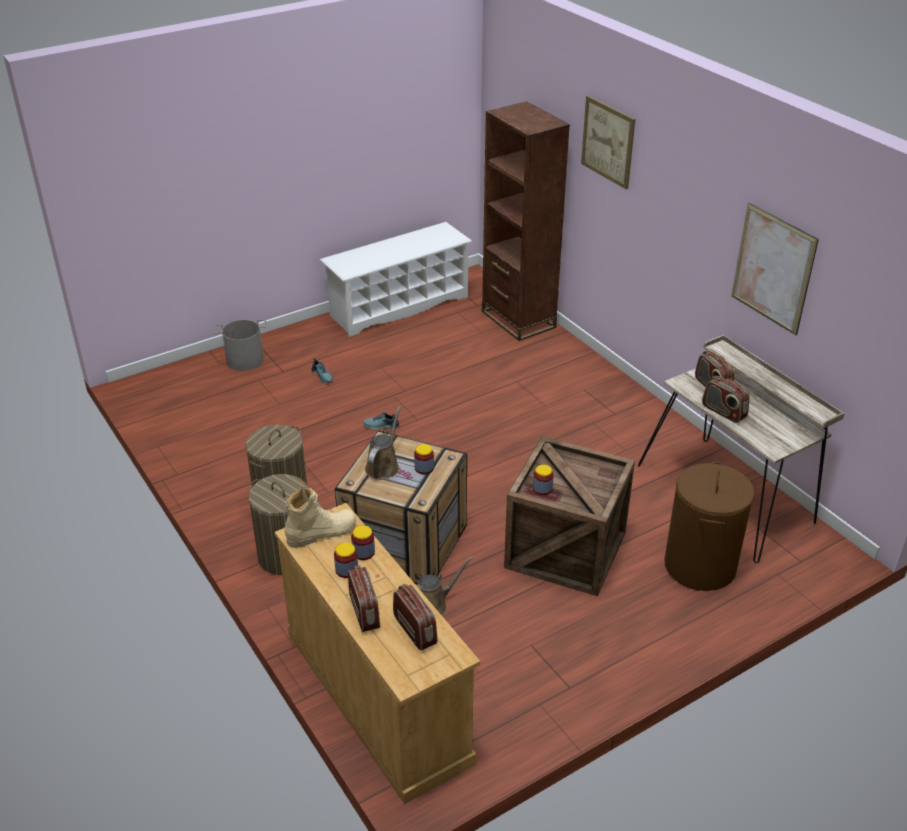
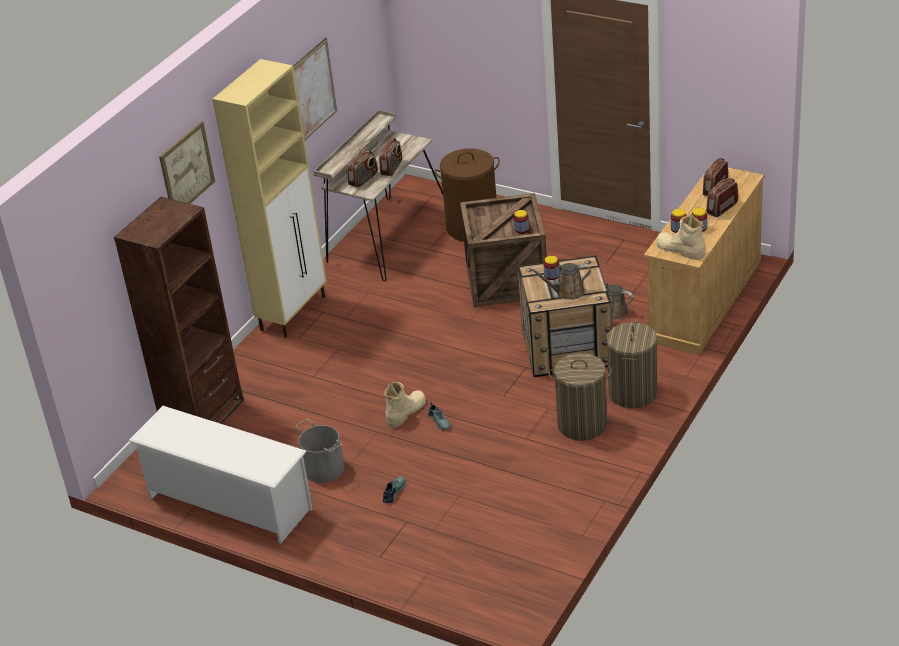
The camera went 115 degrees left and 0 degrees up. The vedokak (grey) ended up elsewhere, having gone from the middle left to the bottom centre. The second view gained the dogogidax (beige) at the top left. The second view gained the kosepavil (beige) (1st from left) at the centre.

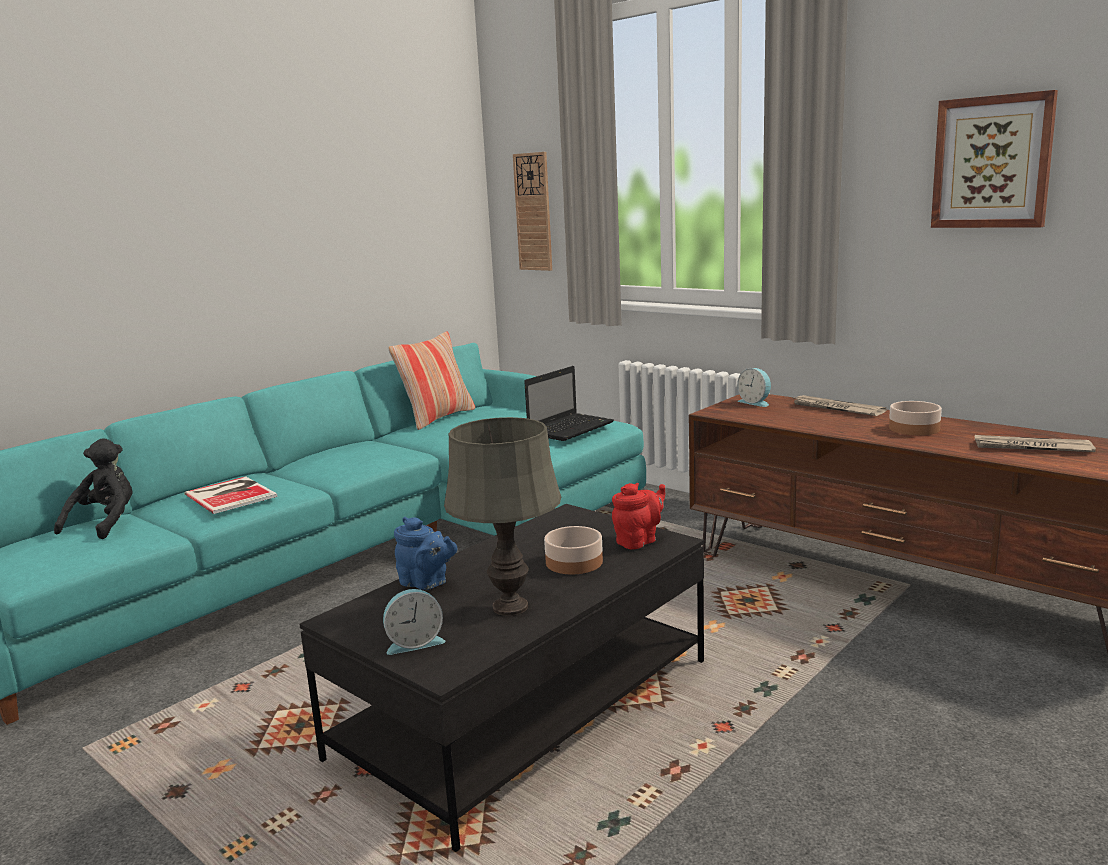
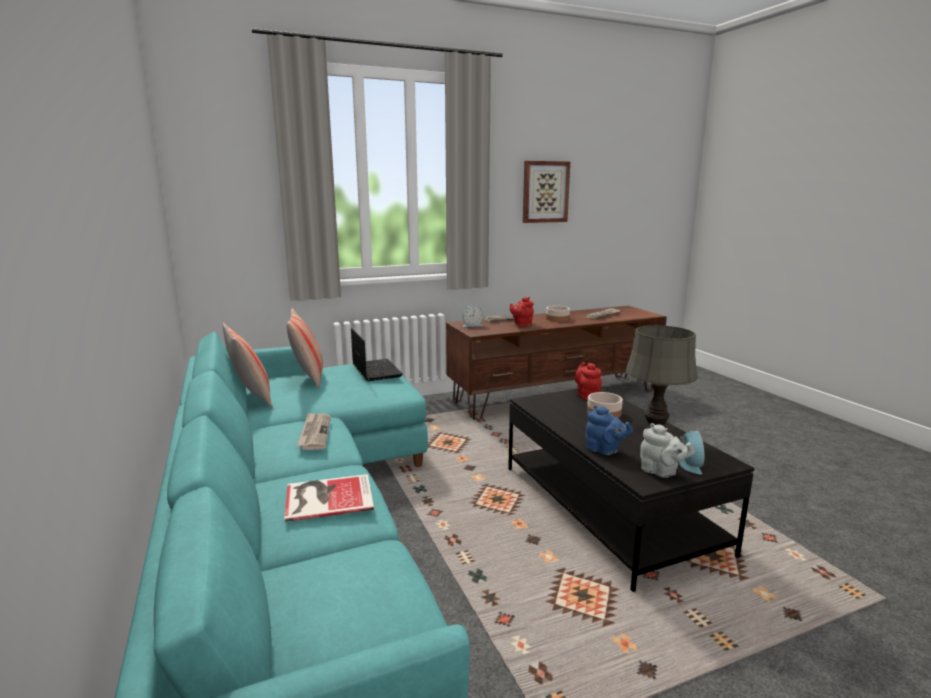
The camera went 65 degrees left and 0 degrees up. The second view lost the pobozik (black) at the middle left. The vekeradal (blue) at the centre ended up facing another way, 75 degrees clockwise from before. The second view lost the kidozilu at the top centre. The second view gained the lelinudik (2nd from left) at the middle left. The second view gained the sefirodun (1st from left) at the centre. The second view gained the vekeradal (red) (1st from left) at the centre. The second view gained the vekeradal (grey) at the middle right.

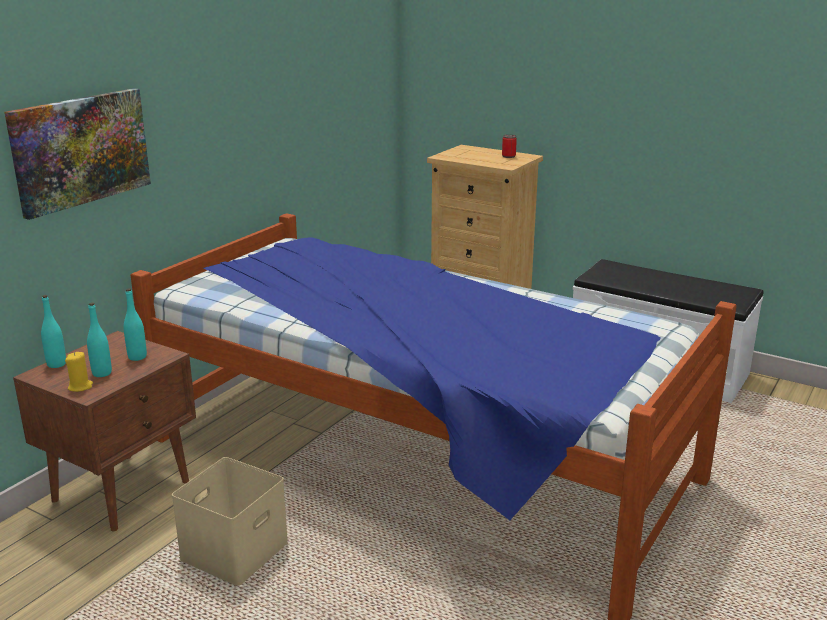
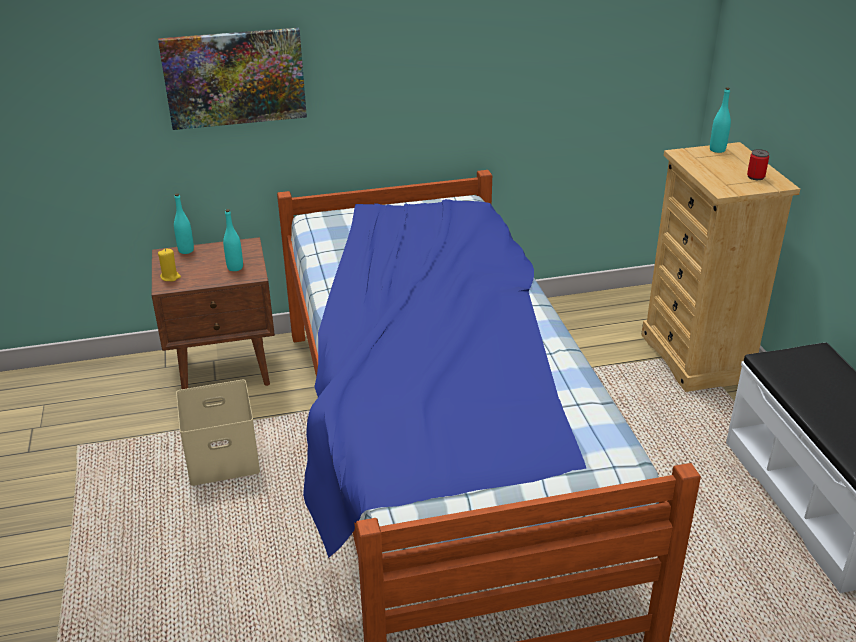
The camera went 45 degrees right and 10 degrees up. The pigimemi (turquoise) (2nd from left in the first image) ended up elsewhere, having gone from the middle left to the top right.

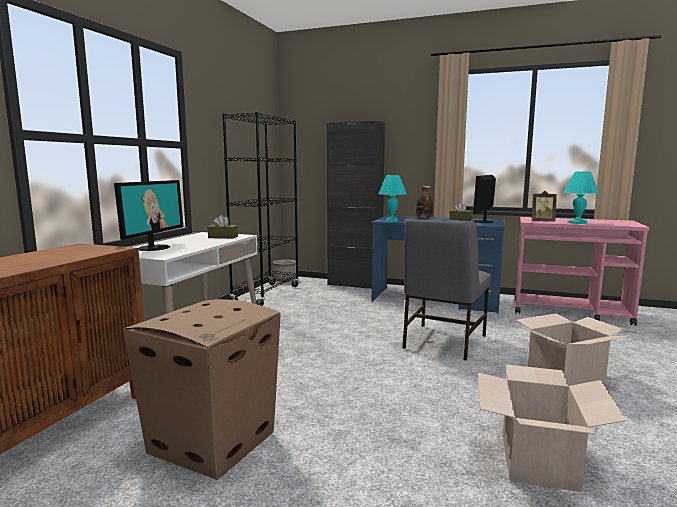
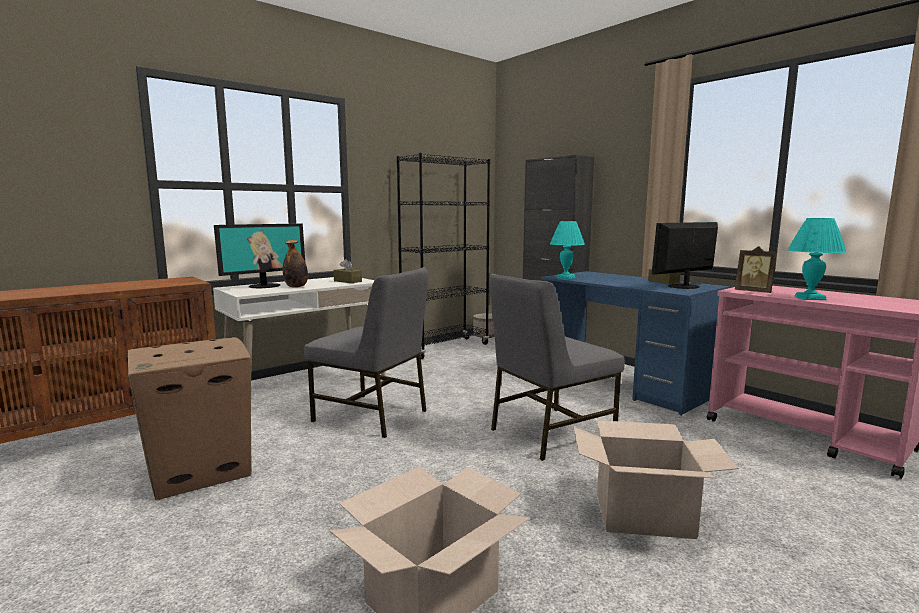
The camera went 30 degrees right and 0 degrees up. The pigimemi ended up elsewhere, having gone from the centre to the middle left. The second view gained the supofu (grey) (1st from left) at the centre.

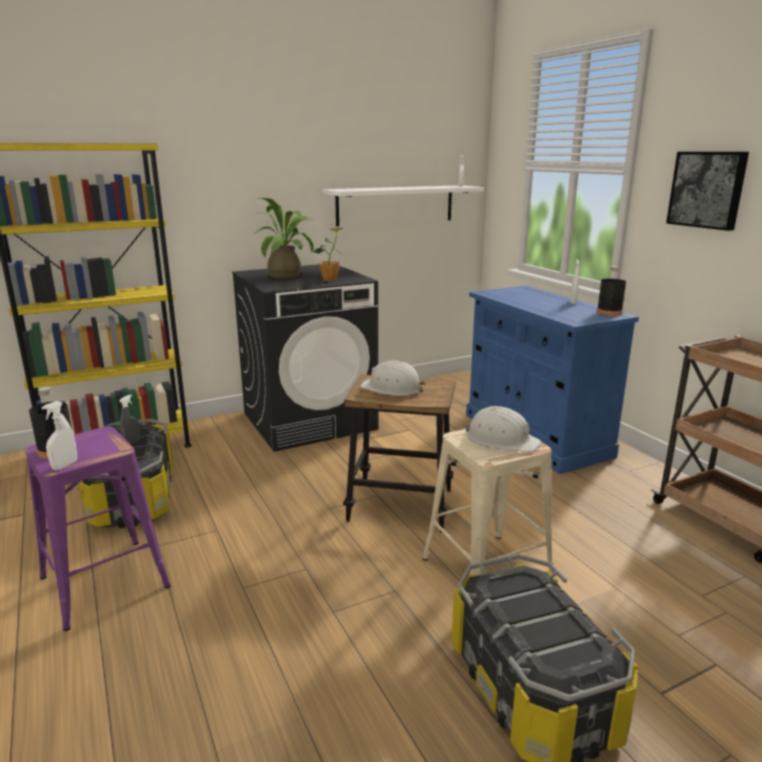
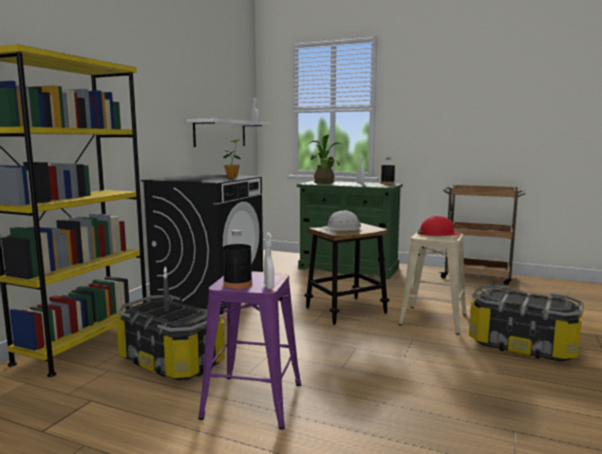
The camera went 40 degrees left and 10 degrees down. The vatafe (1st from left in the first image) ended up elsewhere, having gone from the top centre to the centre. What was the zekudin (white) (2nd from left) at the centre turned into the zekudin (red) at the middle right. What was the dogogidax (blue) at the middle right turned into the dogogidax (green) at the centre. The second view lost the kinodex at the top right.

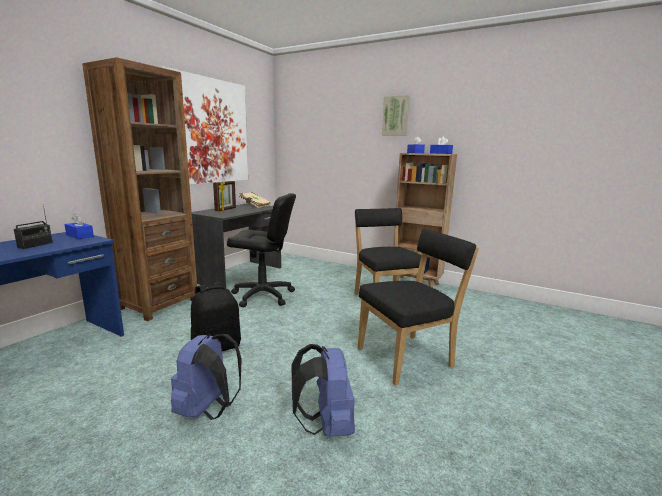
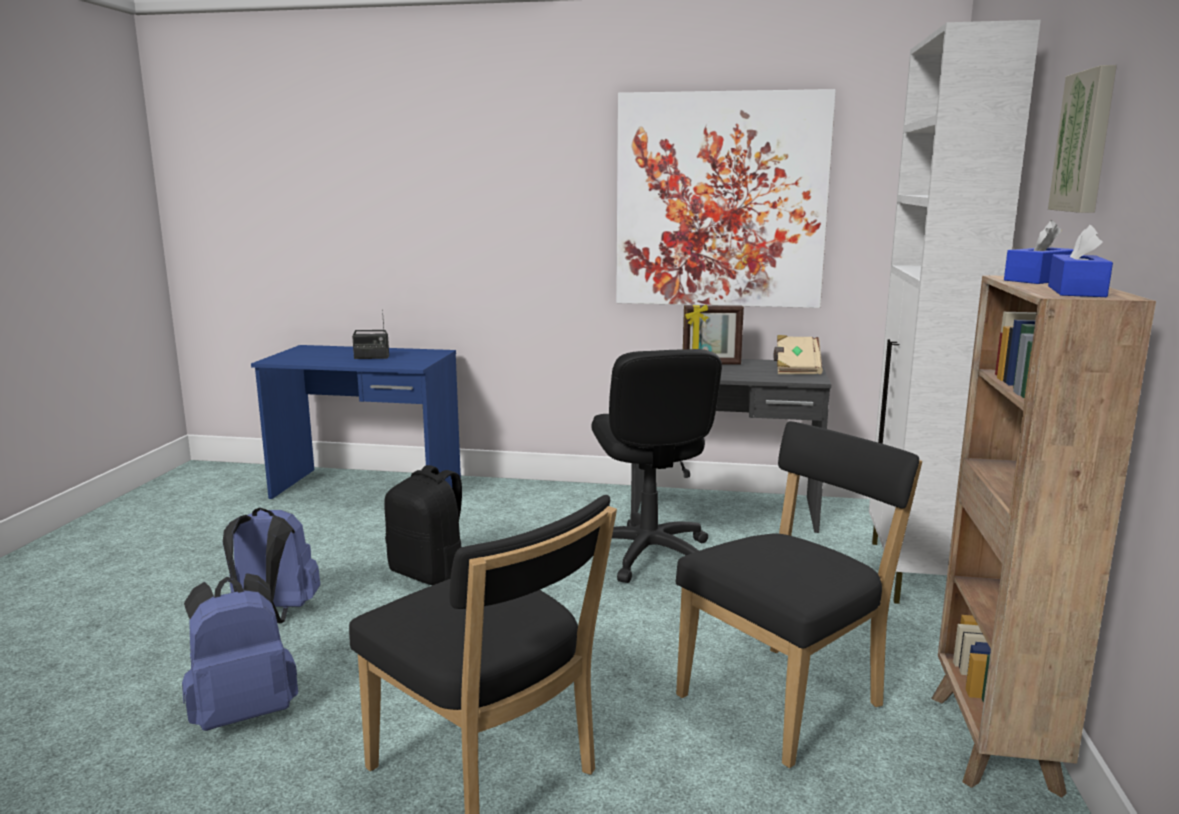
The camera went 70 degrees right and 0 degrees up. The second view lost the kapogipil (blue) (1st from left) at the middle left. The second view lost the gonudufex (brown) (1st from left) at the middle left. The second view gained the dogogidax (white) at the middle right.

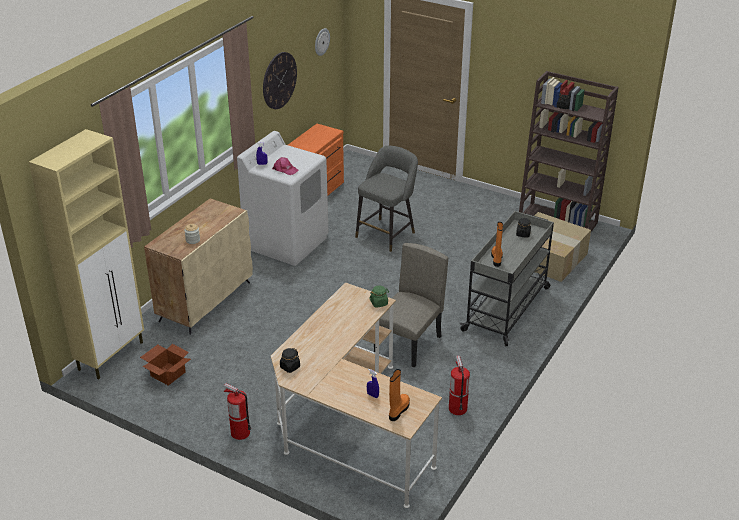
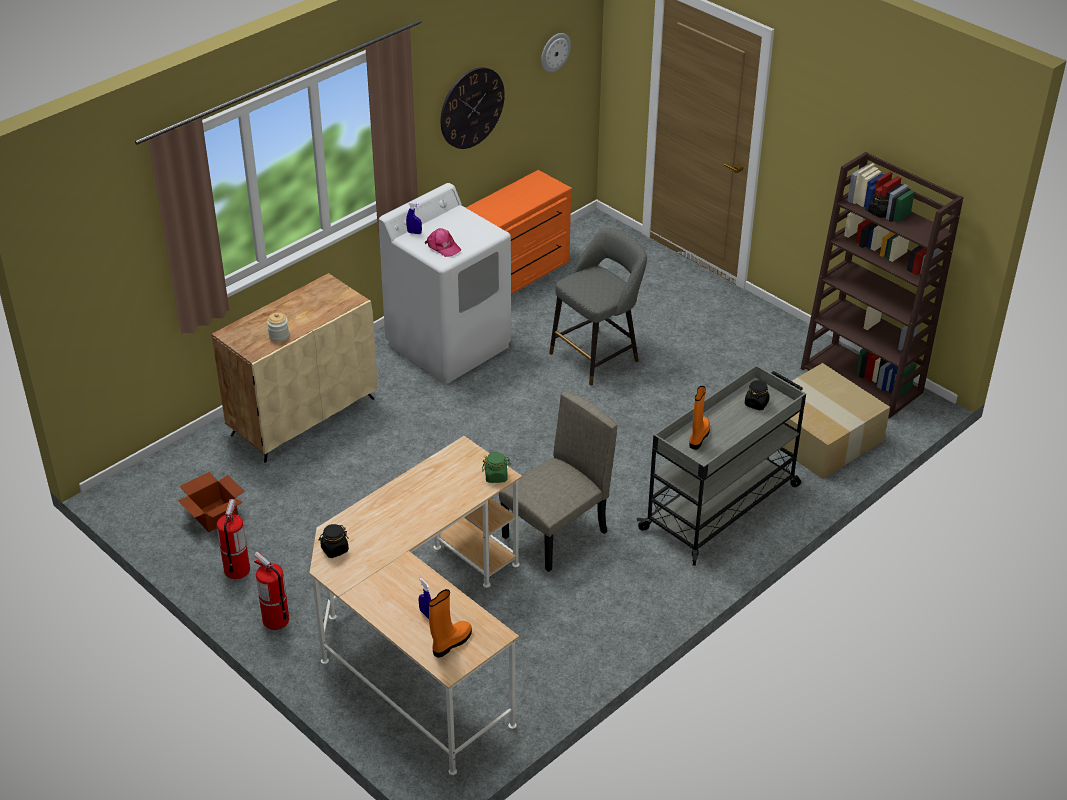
The camera went 15 degrees right and 5 degrees up. The second view lost the dogogidax (beige) (1st from left) at the middle left. The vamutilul (2nd from left in the first image) ended up elsewhere, having gone from the bottom centre to the bottom left.

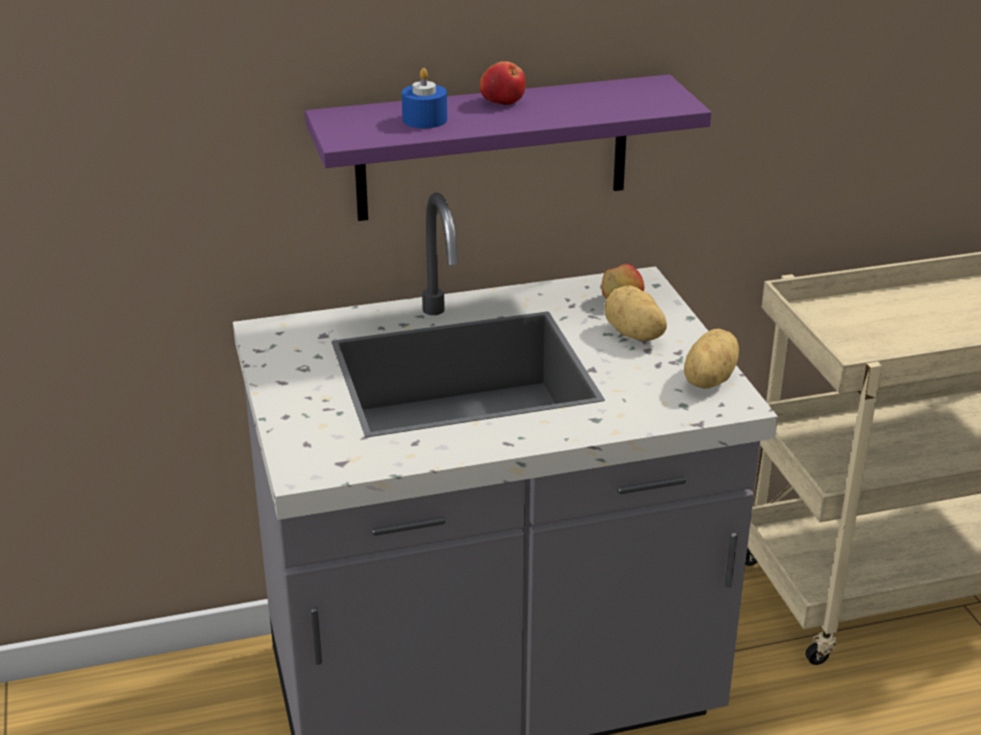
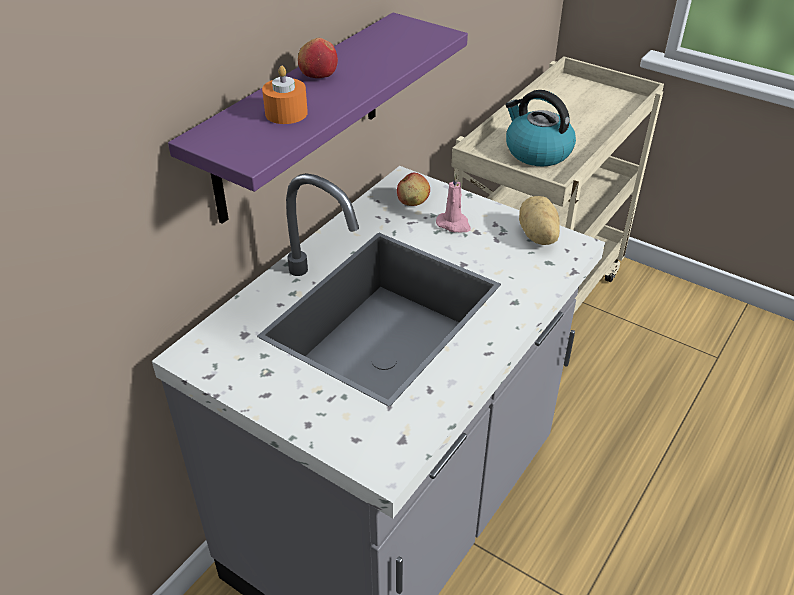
The camera went 40 degrees left and 10 degrees up. What was the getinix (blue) at the top centre turned into the getinix (orange) at the top centre. Where the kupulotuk (1st from left) stood at the centre, the getinix (pink) came to stand at the centre. The second view gained the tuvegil at the top right.

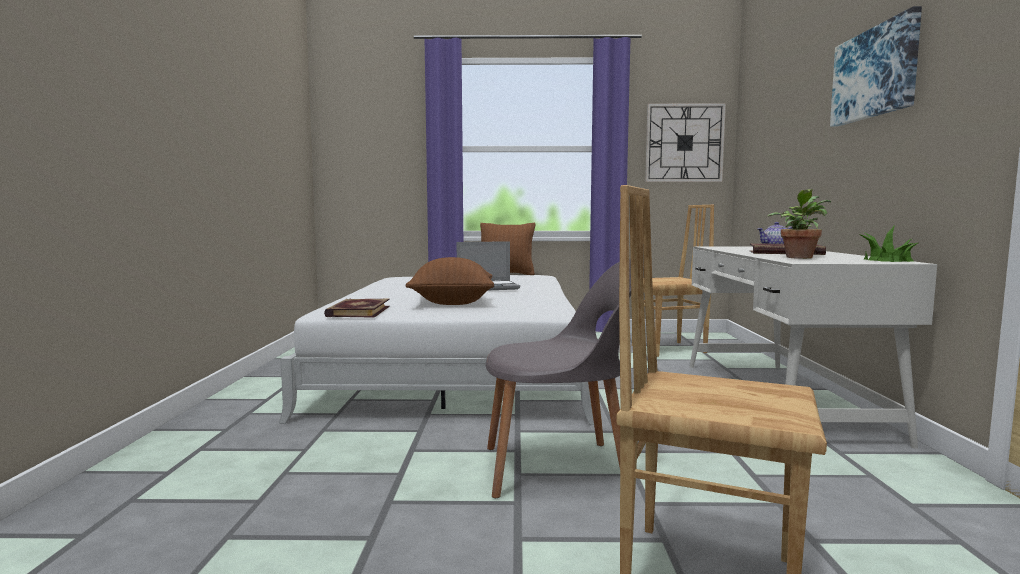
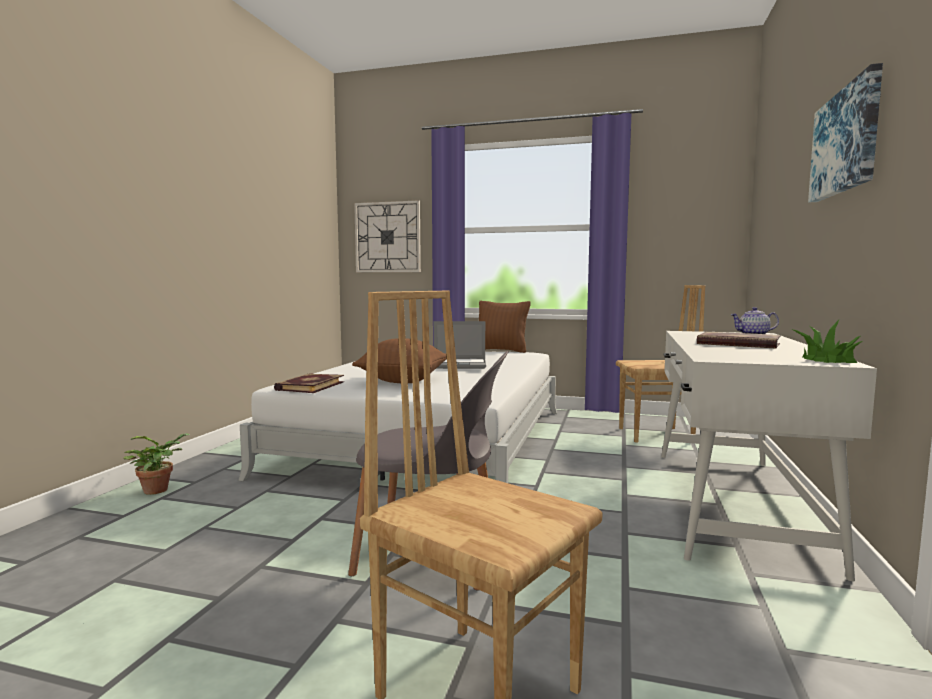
The camera went 15 degrees right and 0 degrees up. The kidozilu ended up elsewhere, having gone from the top right to the centre. The vatafe (1st from left) ended up elsewhere, having gone from the middle right to the middle left.

